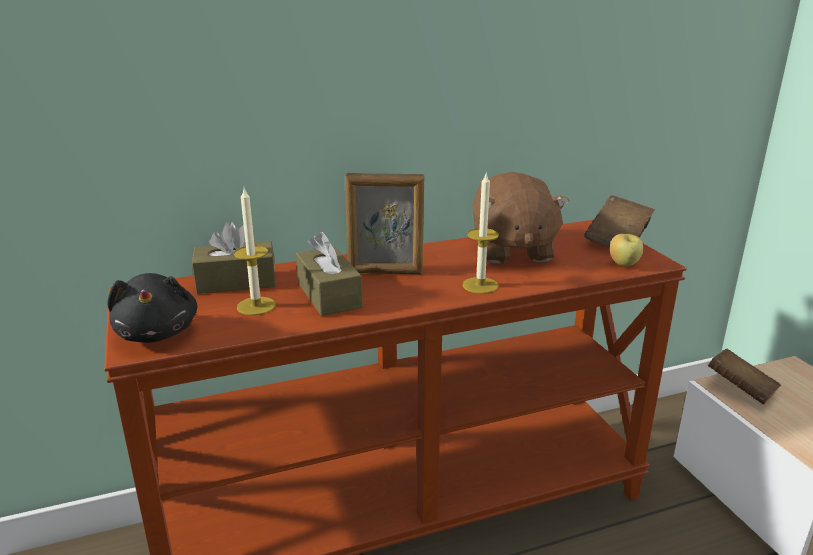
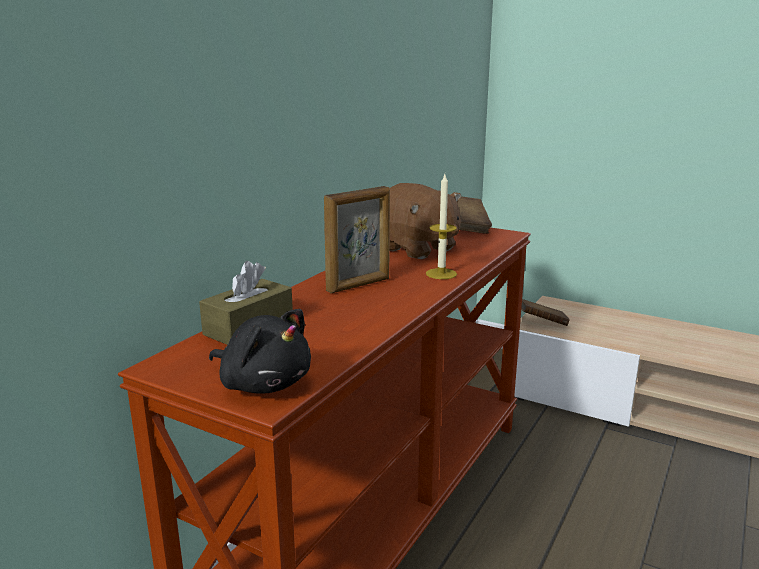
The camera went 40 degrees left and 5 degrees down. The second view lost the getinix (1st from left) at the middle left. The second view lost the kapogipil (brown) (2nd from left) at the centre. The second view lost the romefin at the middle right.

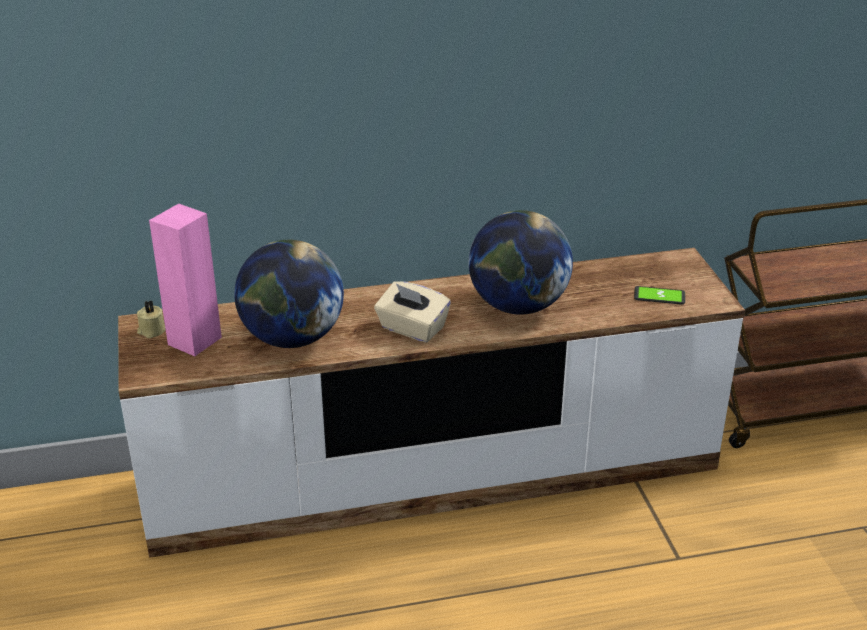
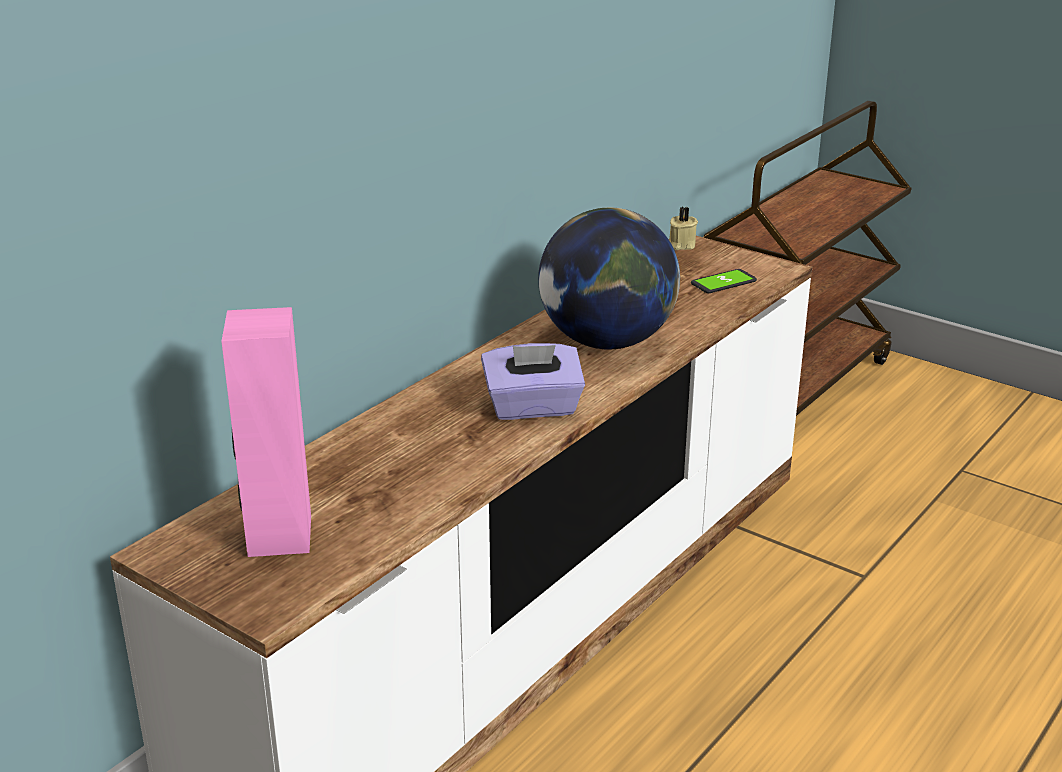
The camera went 40 degrees left and 5 degrees down. The getinix (beige) ended up elsewhere, having gone from the middle left to the top centre. The second view lost the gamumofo (1st from left) at the centre. What was the kapogipil (beige) at the centre turned into the kapogipil (purple) at the centre.

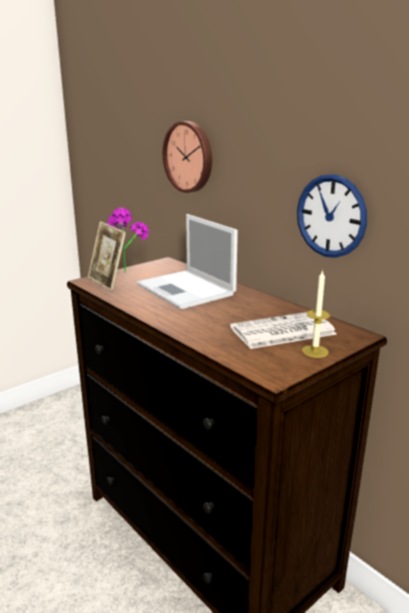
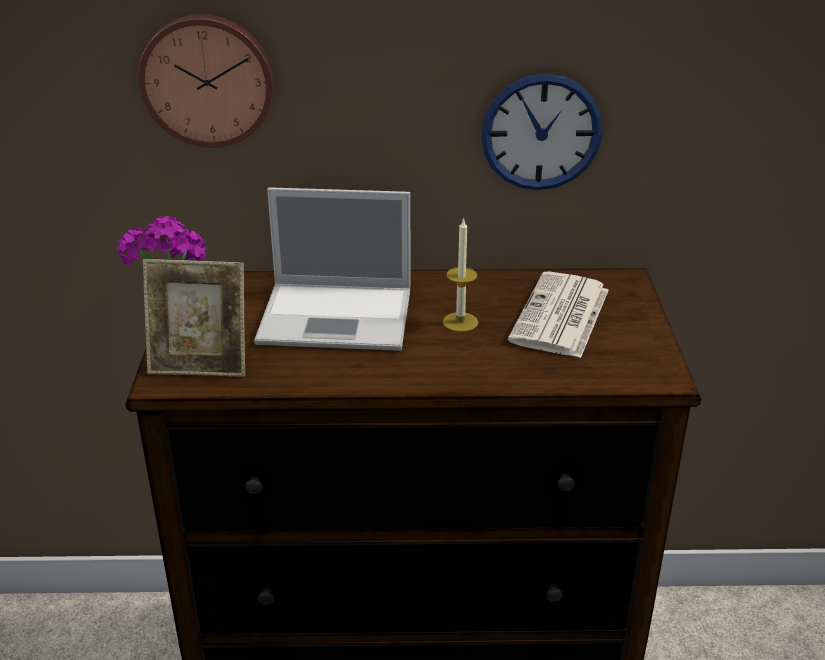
The camera went 50 degrees left and 10 degrees up. The getinix ended up elsewhere, having gone from the middle right to the centre.

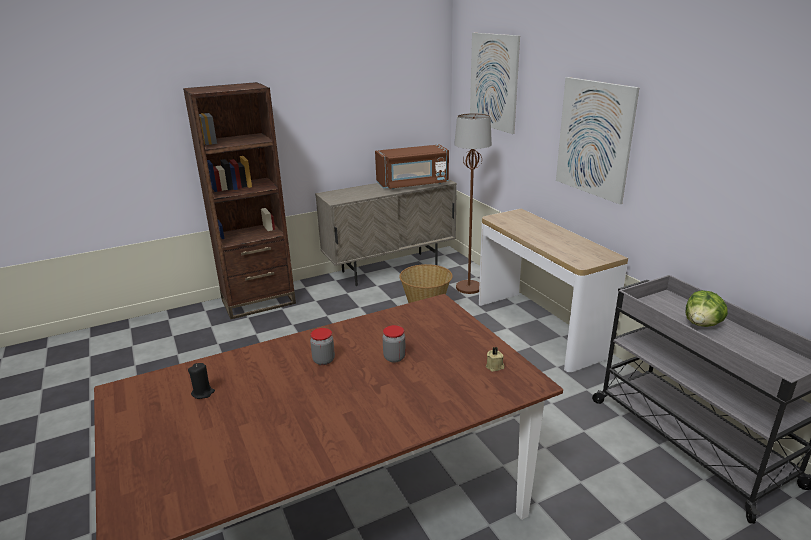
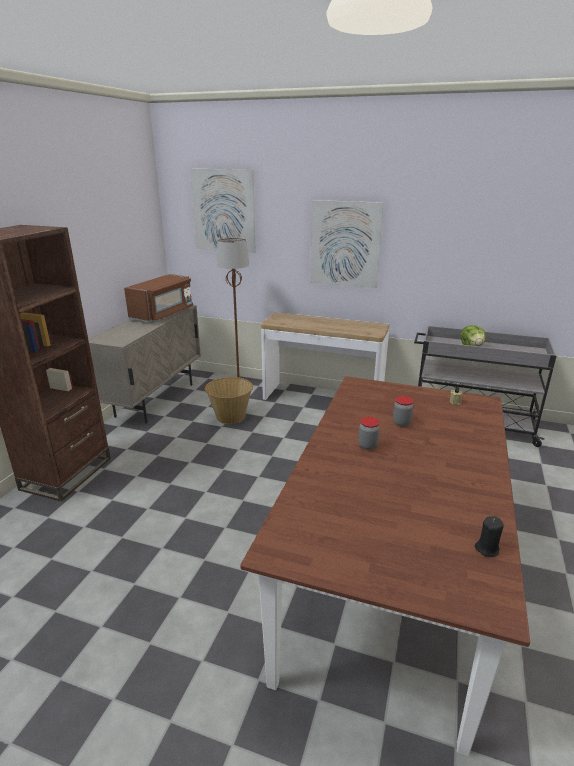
The camera went 45 degrees left and 0 degrees up. The getinix (black) ended up elsewhere, having gone from the bottom left to the bottom right.

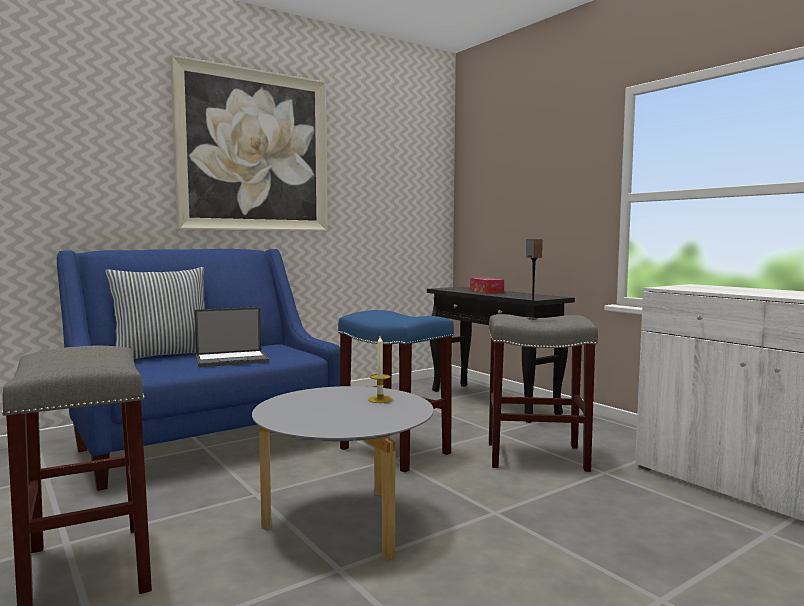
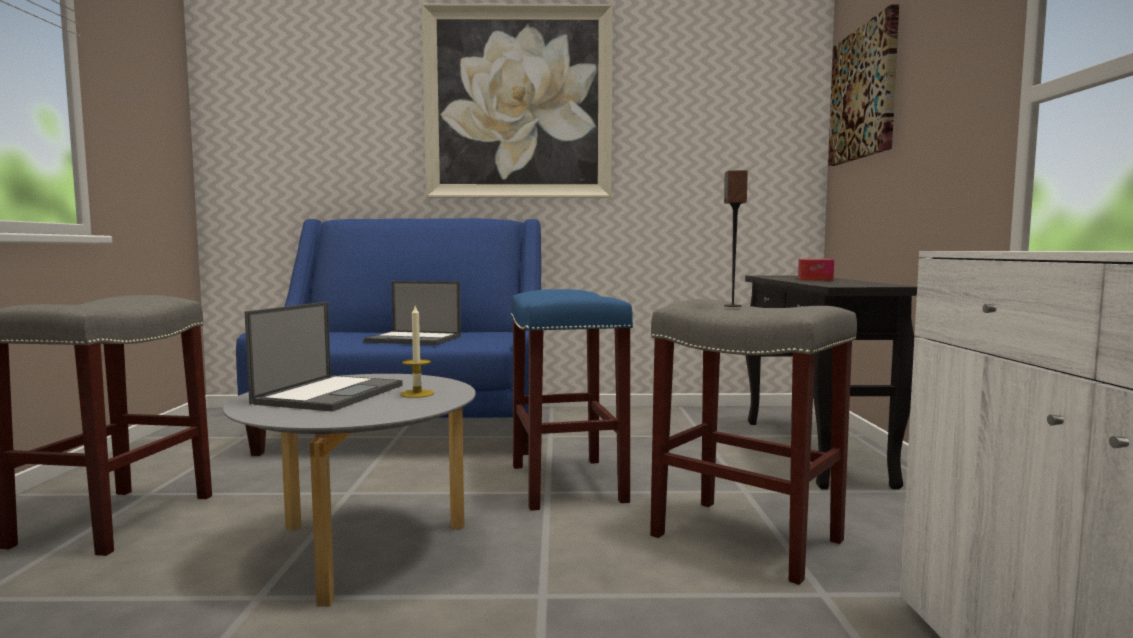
The camera went 35 degrees right and 0 degrees up. The second view lost the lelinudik at the middle left. The second view gained the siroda (1st from left) at the middle left. The second view gained the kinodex (2nd from left) at the top right.

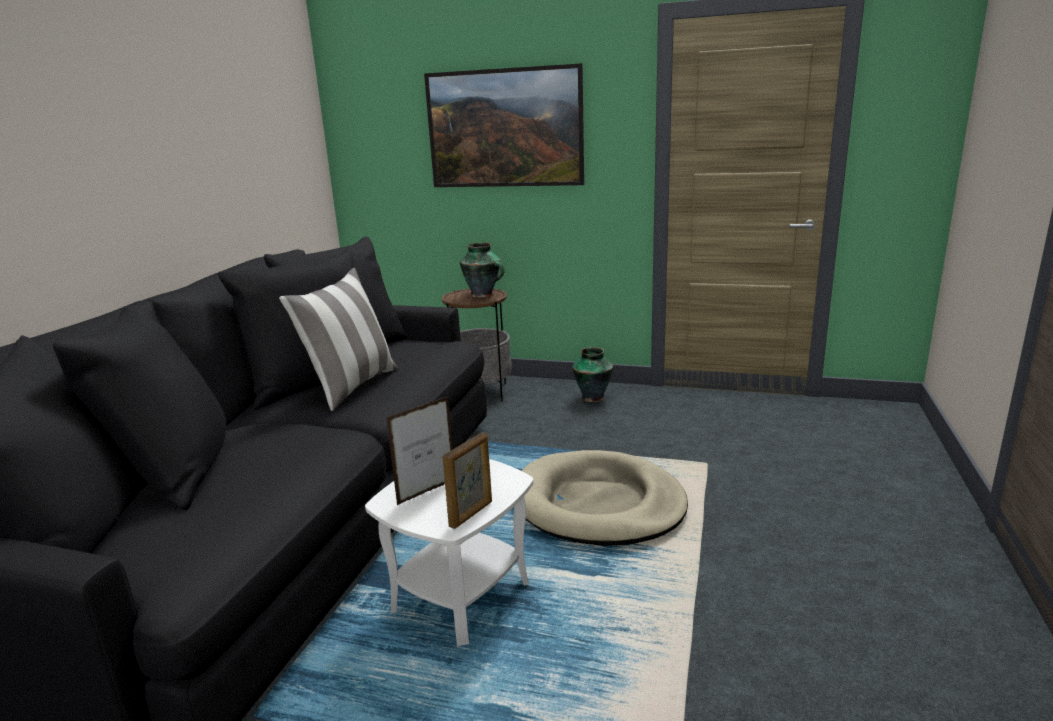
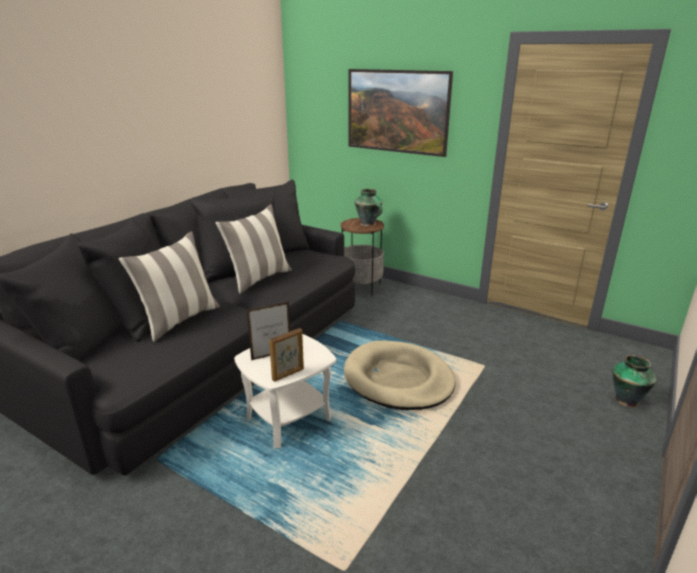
The camera went 15 degrees right and 5 degrees up. The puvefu (2nd from left) ended up elsewhere, having gone from the centre to the middle right. The second view gained the lelinudik (1st from left) at the middle left.

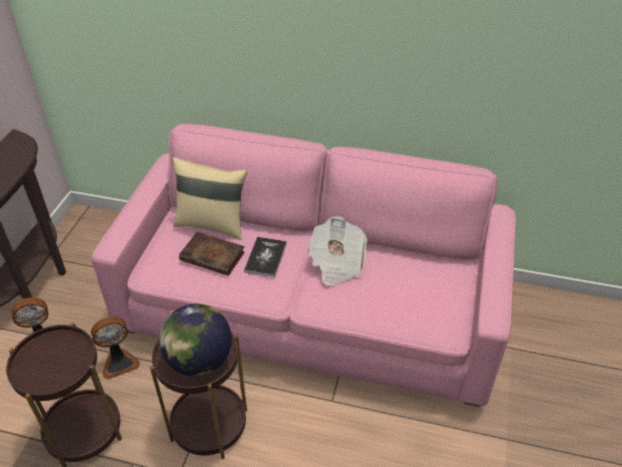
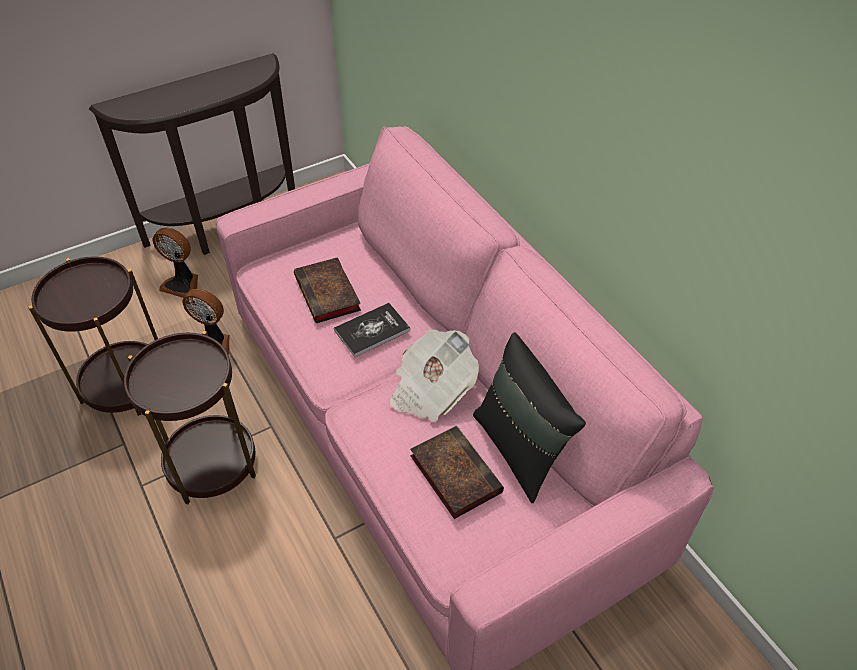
The camera went 45 degrees right and 5 degrees up. The second view lost the gamumofo at the bottom left. The second view lost the lelinudik (beige) at the centre. The second view gained the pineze (3rd from left) at the bottom centre. The second view gained the lelinudik (black) at the centre.

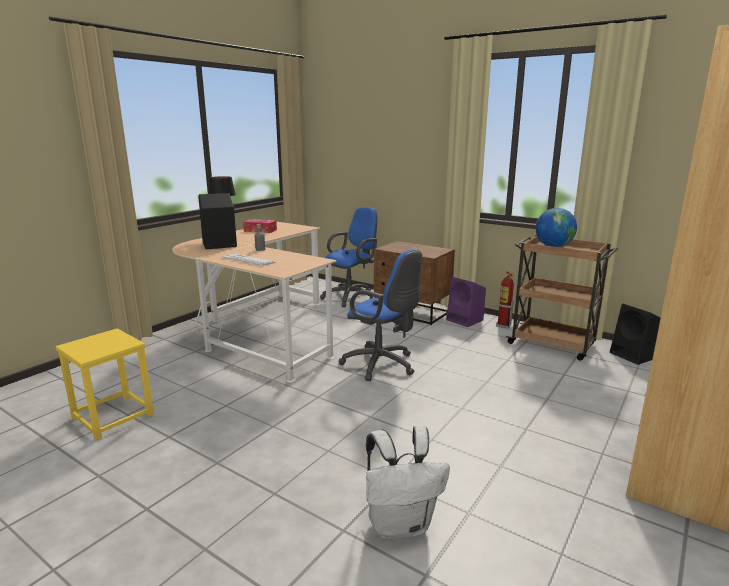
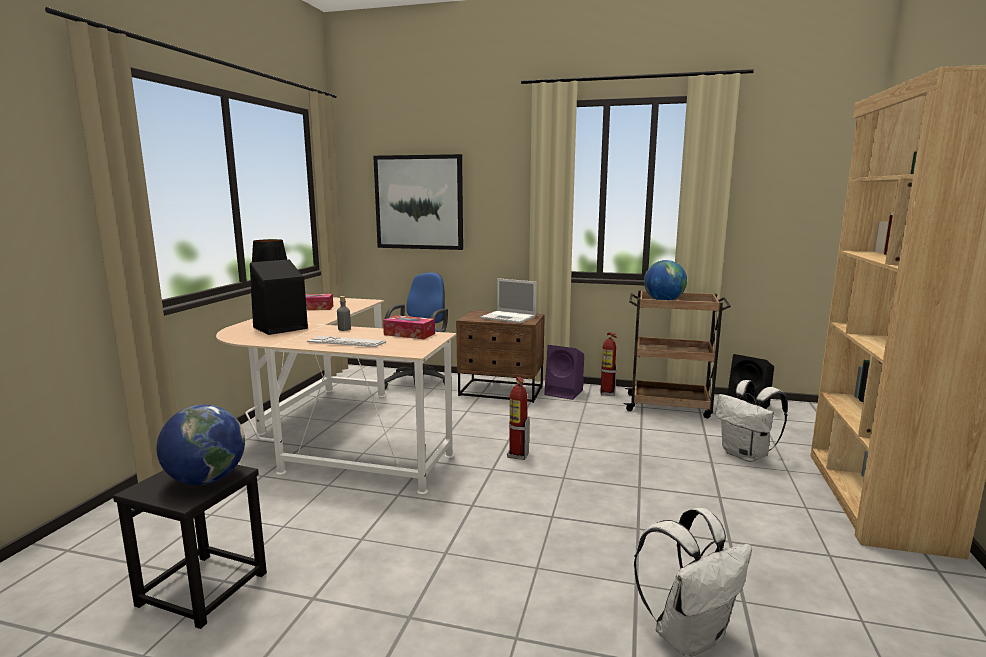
The camera went 20 degrees left and 5 degrees down. What was the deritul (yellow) at the middle left turned into the deritul (black) at the bottom left. Where the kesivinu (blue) (2nd from left) stood at the centre, the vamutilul (1st from left) came to stand at the centre. The second view gained the gamumofo (1st from left) at the bottom left. The second view gained the kinodex at the top centre. The second view gained the kapogipil (2nd from left) at the centre. The second view gained the siroda at the centre. The second view gained the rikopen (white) (2nd from left) at the middle right.

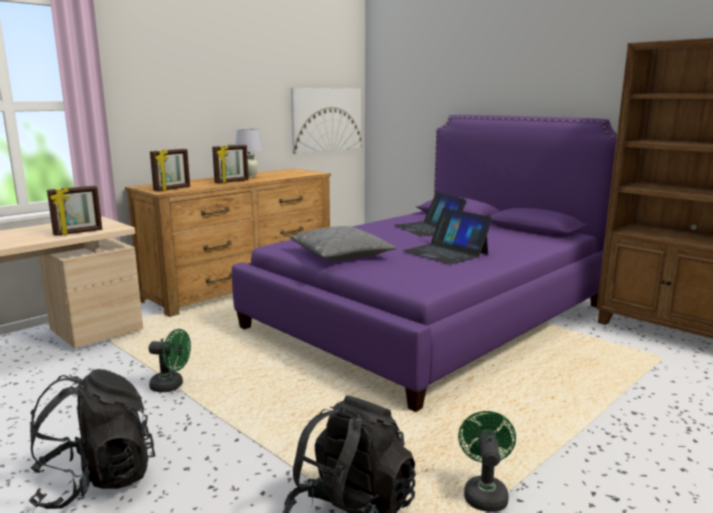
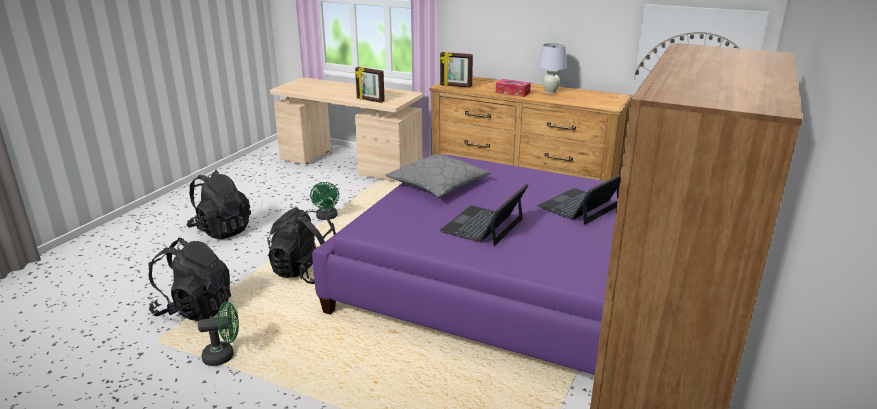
The camera went 70 degrees right and 10 degrees up. Where the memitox (3rd from left) stood at the top left, the kapogipil came to stand at the top centre. The second view gained the rikopen (black) (3rd from left) at the centre.

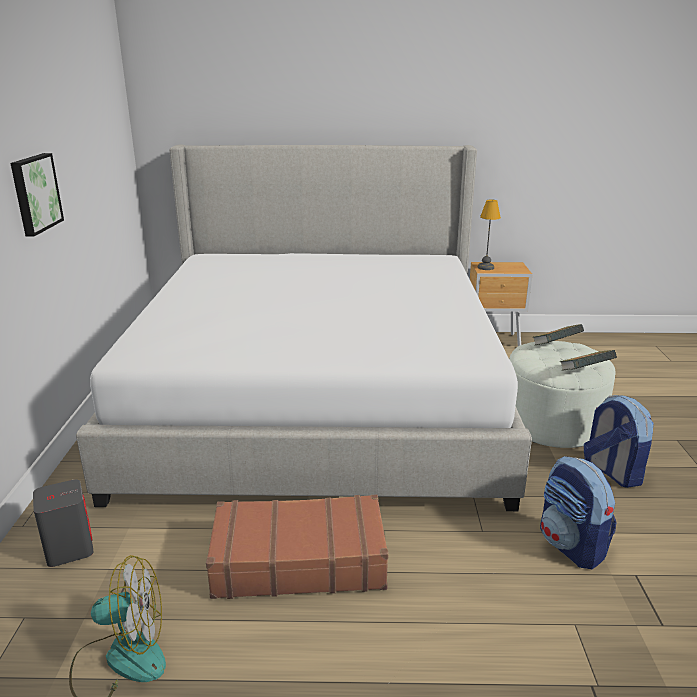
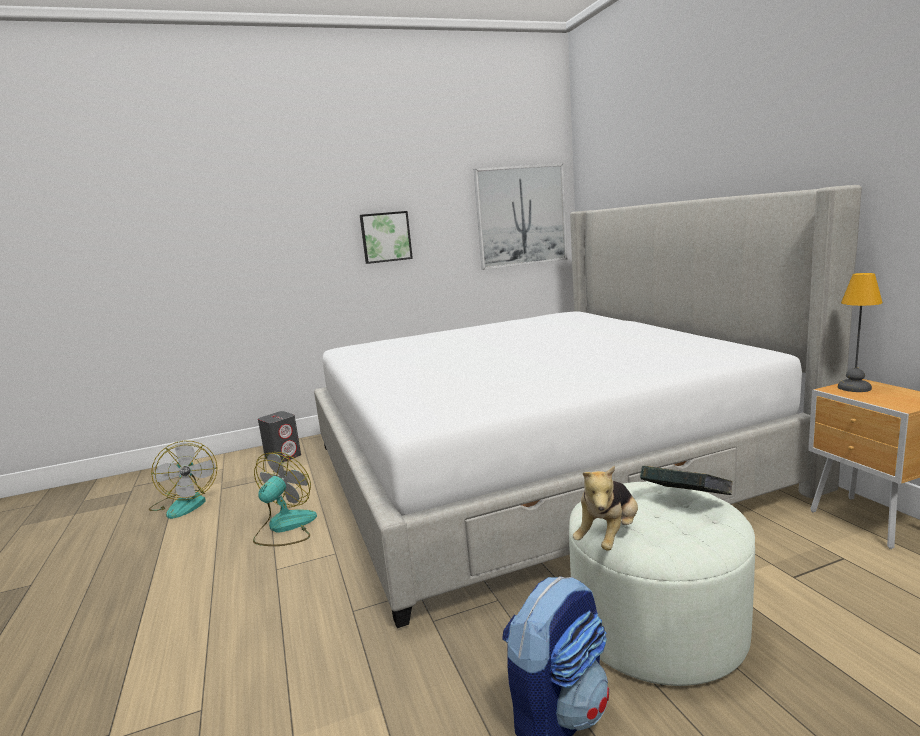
The camera went 70 degrees right and 10 degrees down. Where the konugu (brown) stood at the bottom centre, the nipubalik (2nd from left) came to stand at the bottom left. The second view lost the rikopen (1st from left) at the bottom right. Where the pineze (2nd from left) stood at the middle right, the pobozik came to stand at the bottom centre. The second view gained the kinodex (2nd from left) at the top centre.

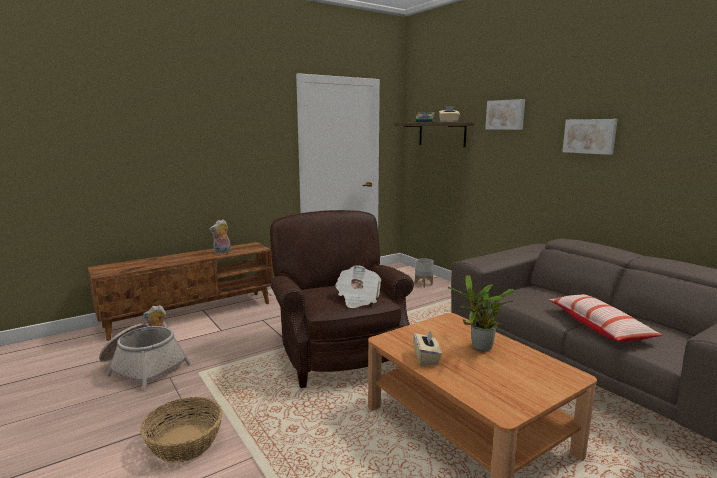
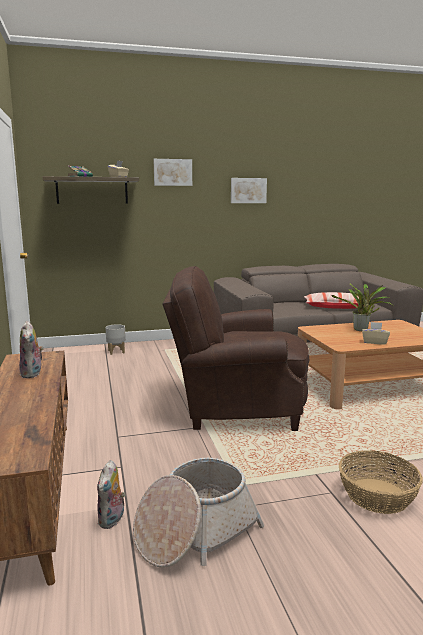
The camera went 70 degrees left and 0 degrees up. The second view lost the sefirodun at the centre.

